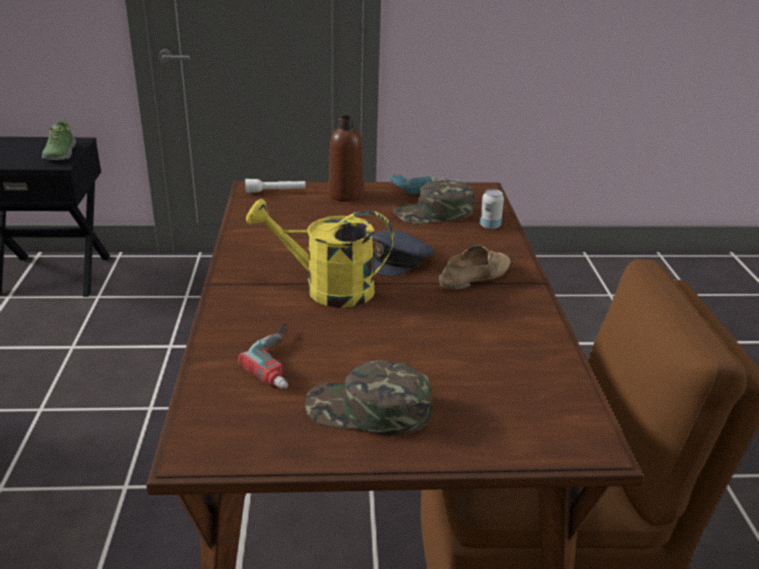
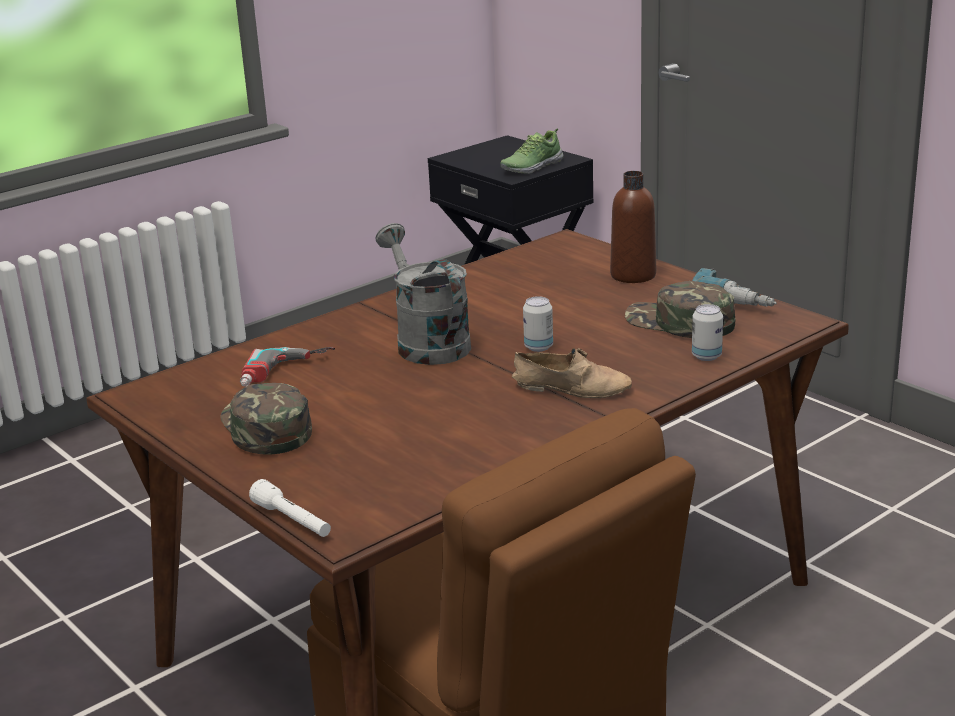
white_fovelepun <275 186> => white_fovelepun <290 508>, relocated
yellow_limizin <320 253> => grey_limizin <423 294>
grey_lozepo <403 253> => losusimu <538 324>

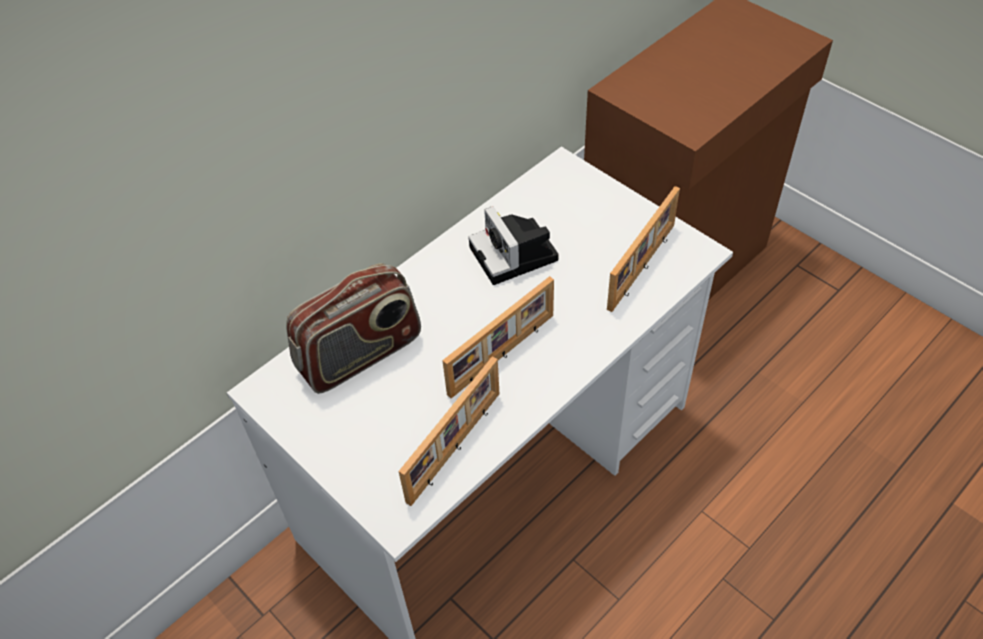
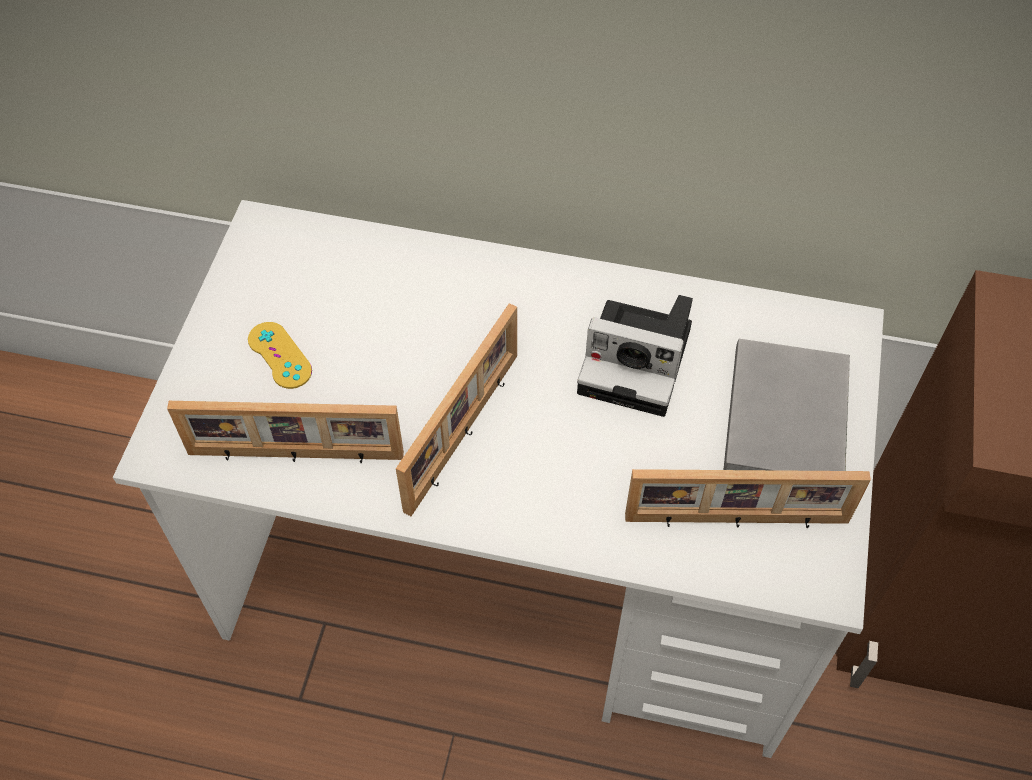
nothing => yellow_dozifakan <280 355>
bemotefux <498 337> => bemotefux <456 409>, 75 degrees counterclockwise
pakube <513 245> => pakube <635 356>, 105 degrees counterclockwise
nothing => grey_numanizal <786 405>
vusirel <353 328> => nothing

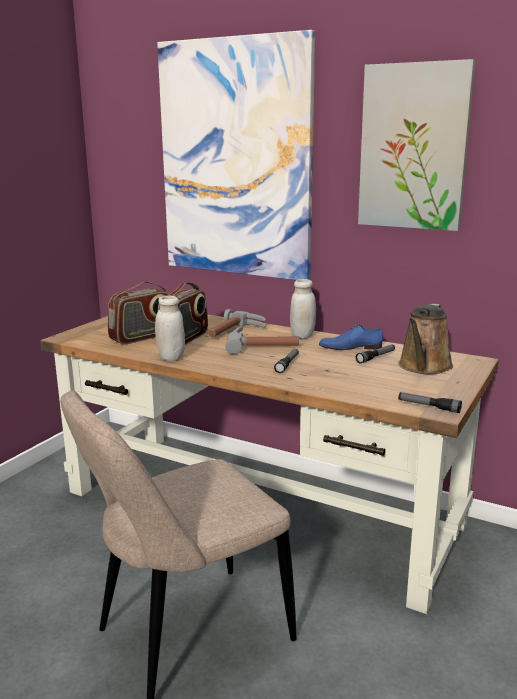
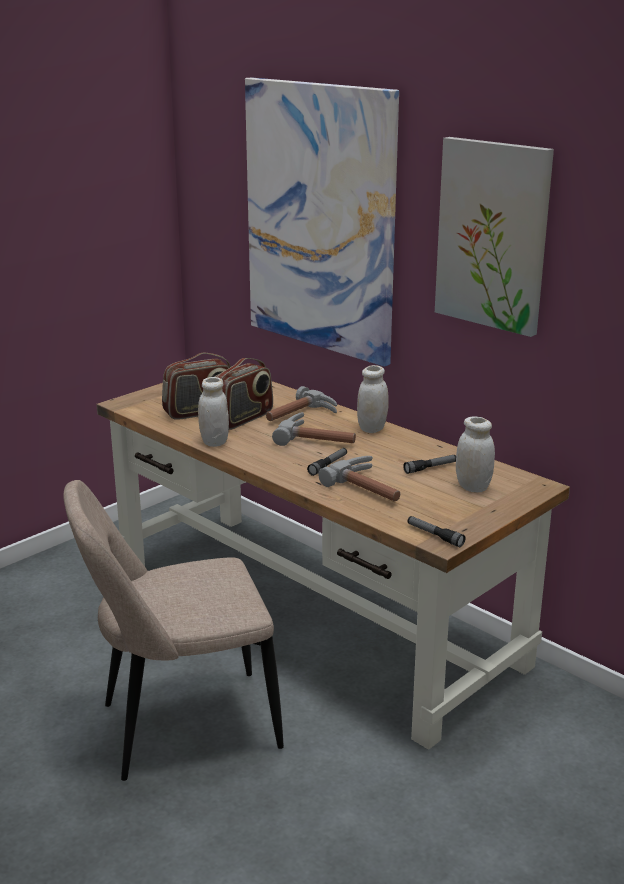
nothing => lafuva <359 479>
brown_limizin <425 339> => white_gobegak <475 454>
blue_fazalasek <351 337> => nothing

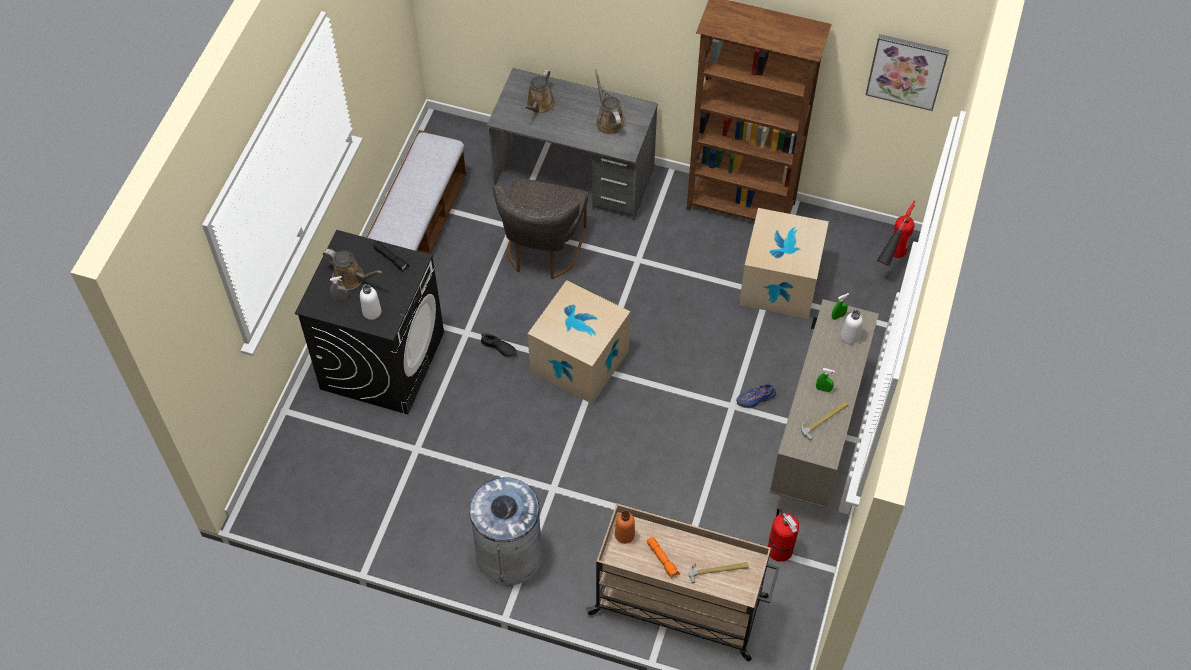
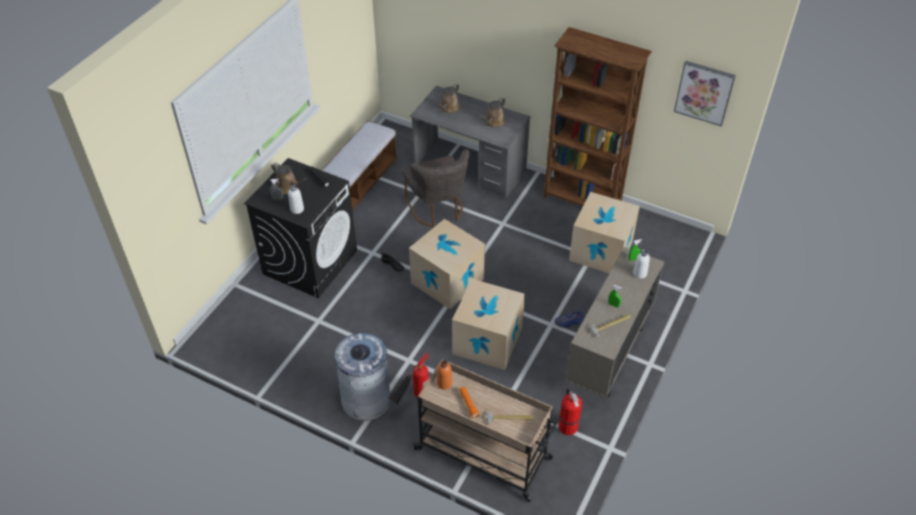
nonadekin <896 233> => nonadekin <409 378>, relocated
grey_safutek <540 228> => grey_safutek <435 188>, 45 degrees counterclockwise
nothing => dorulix <488 324>
brown_limizin <610 102> => brown_limizin <492 113>, 135 degrees counterclockwise

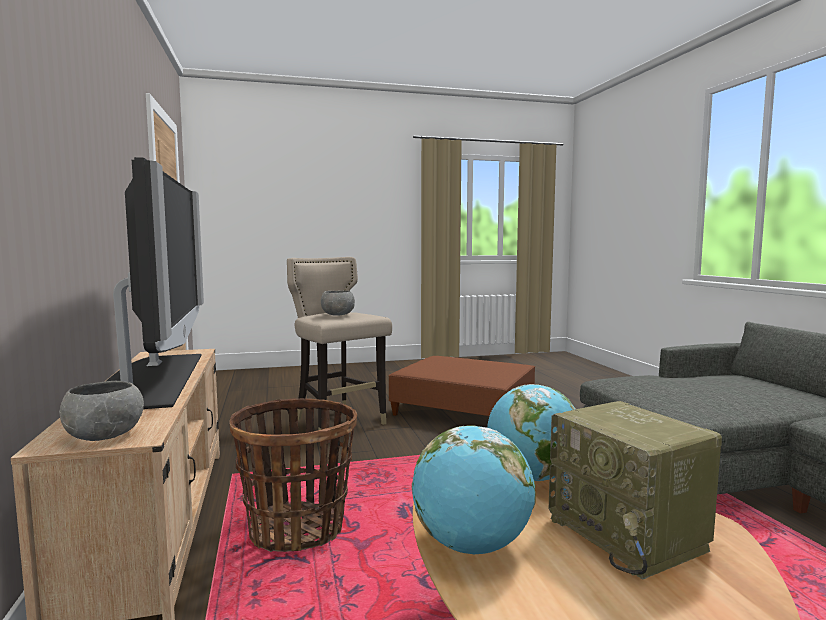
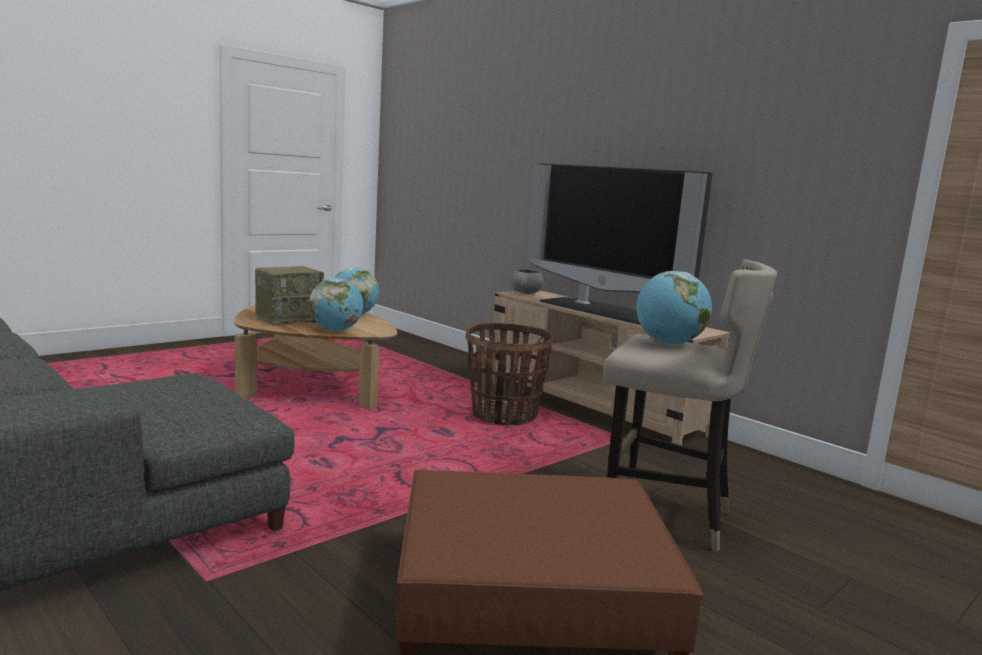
vusirel <635 490> => vusirel <289 296>, 105 degrees clockwise
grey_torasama <338 302> => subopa <674 308>

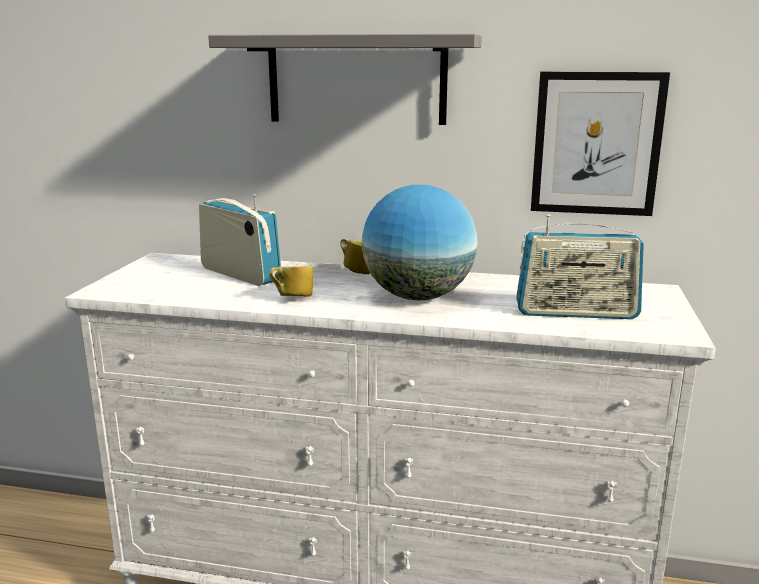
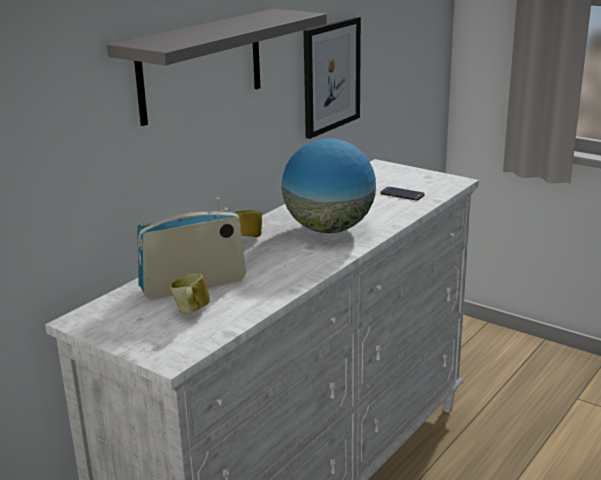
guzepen <291 281> => guzepen <190 293>, relocated
vusirel <580 267> => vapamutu <402 193>

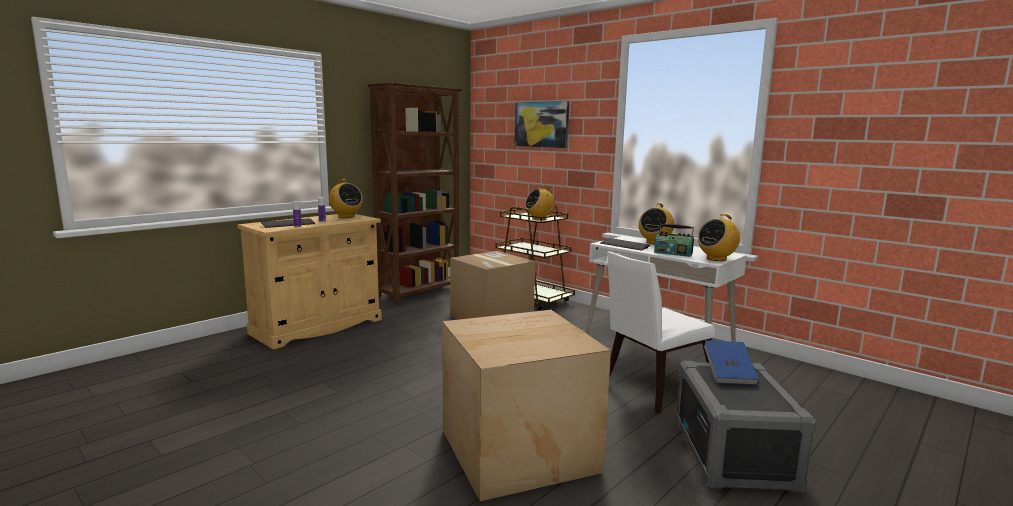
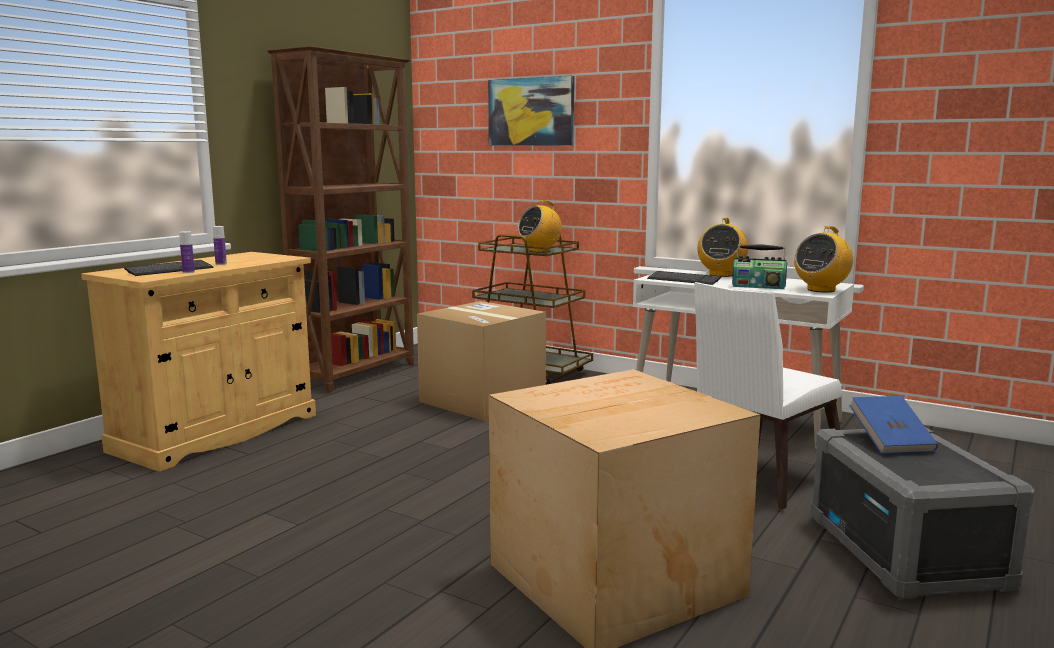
vusirel <346 198> => nothing

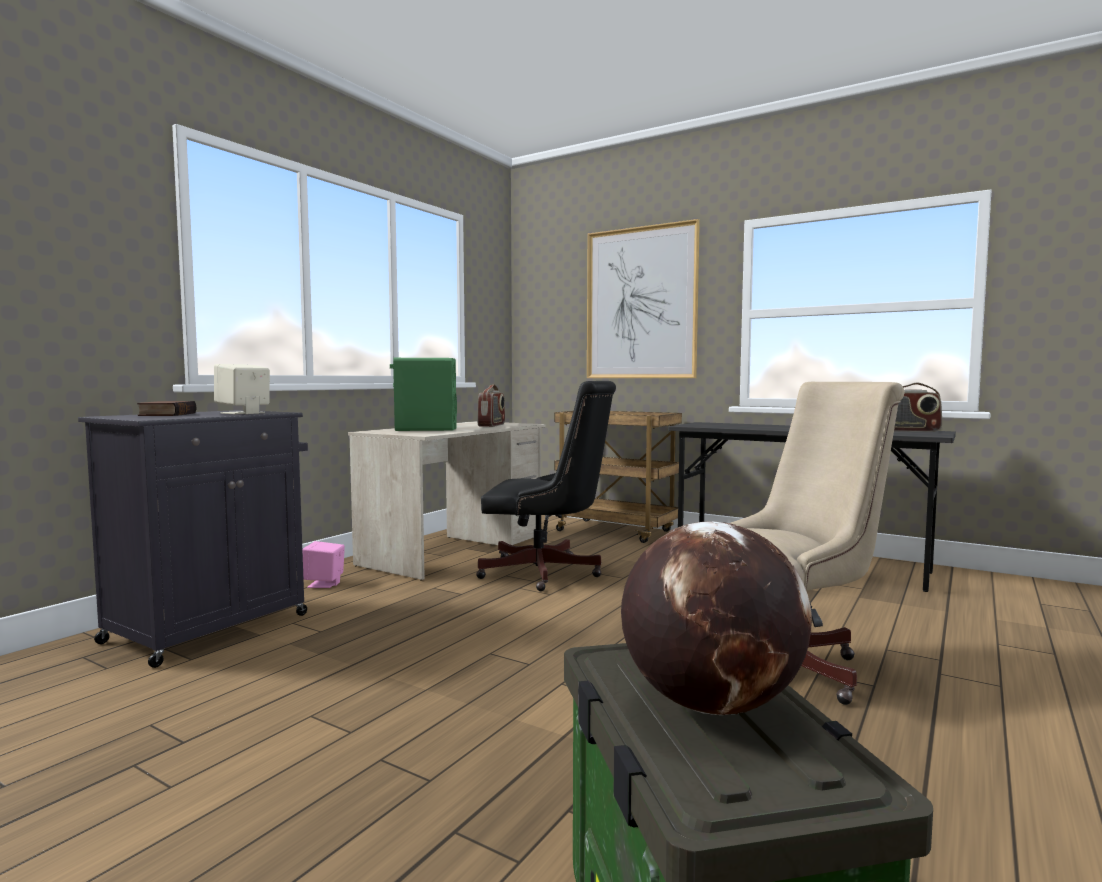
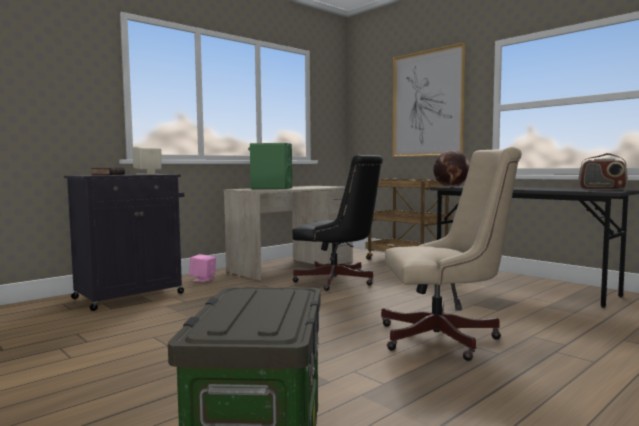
subopa <716 618> => subopa <451 168>, relocated
vusirel <491 405> => nothing

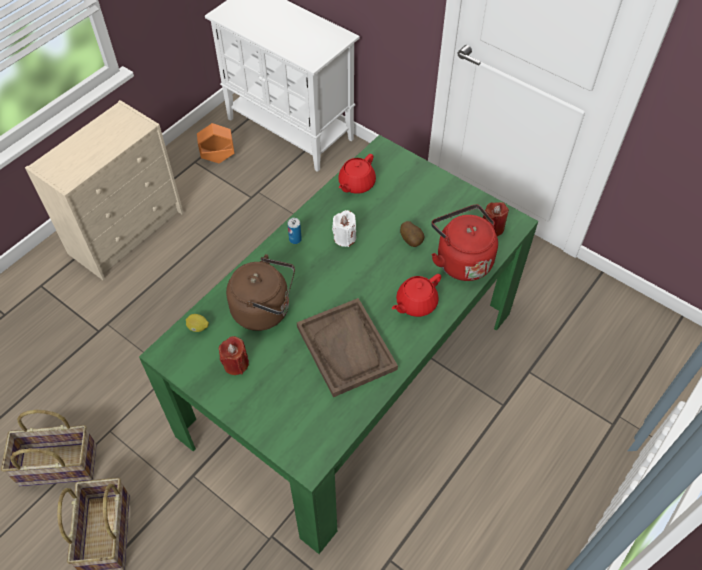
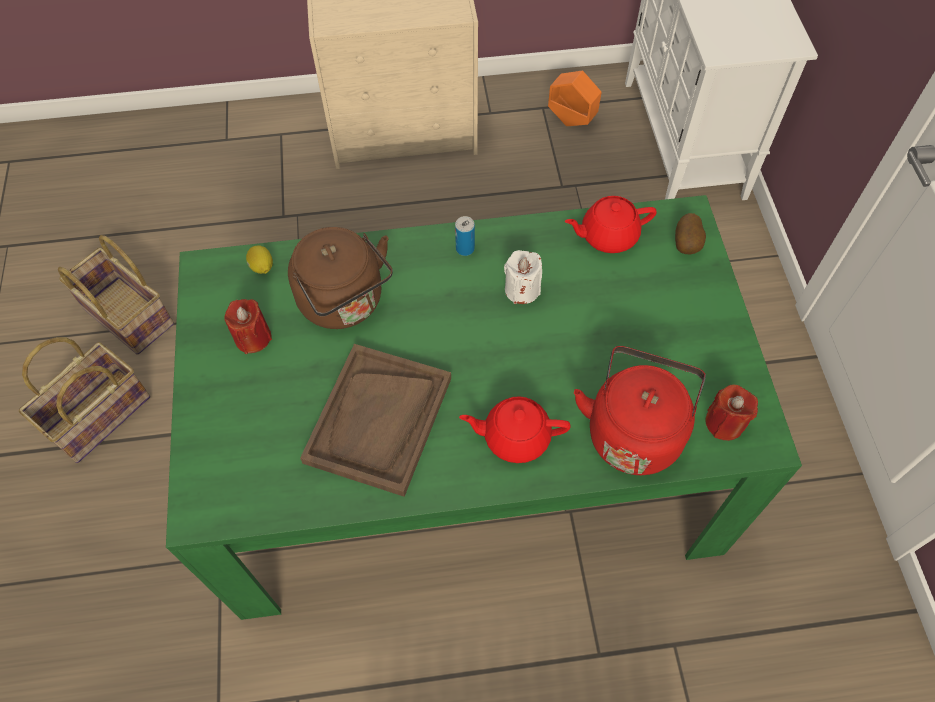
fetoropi <412 234> => fetoropi <690 234>, relocated

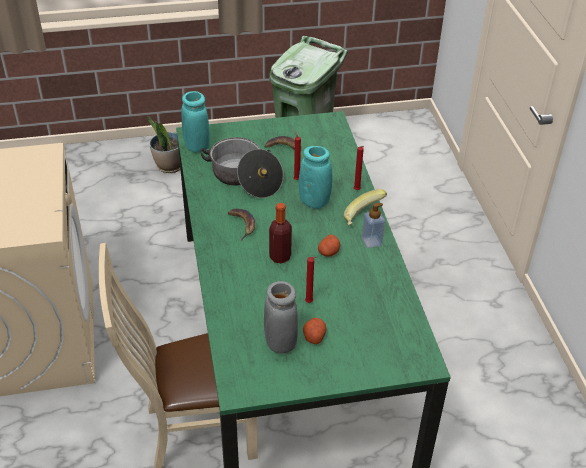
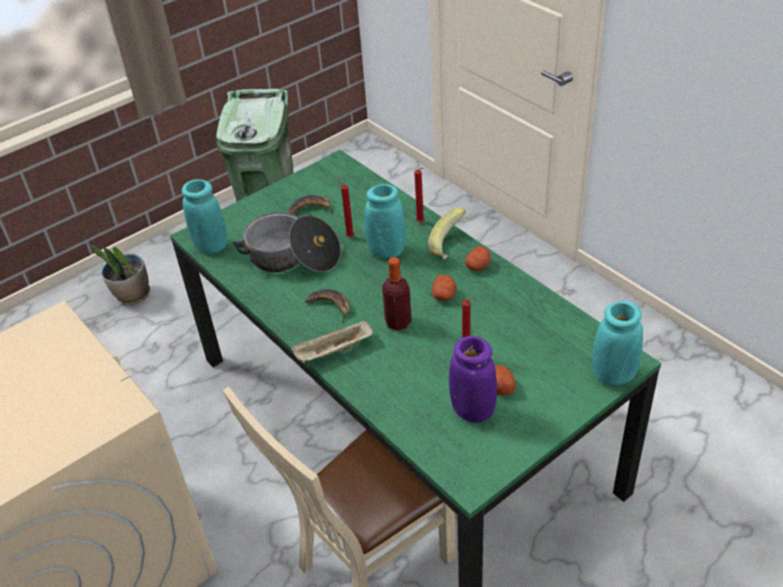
nothing => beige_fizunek <332 341>
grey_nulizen <281 317> => purple_nulizen <473 379>
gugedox <373 225> => fetoropi <478 258>
nothing => turquoise_nulizen <617 343>

